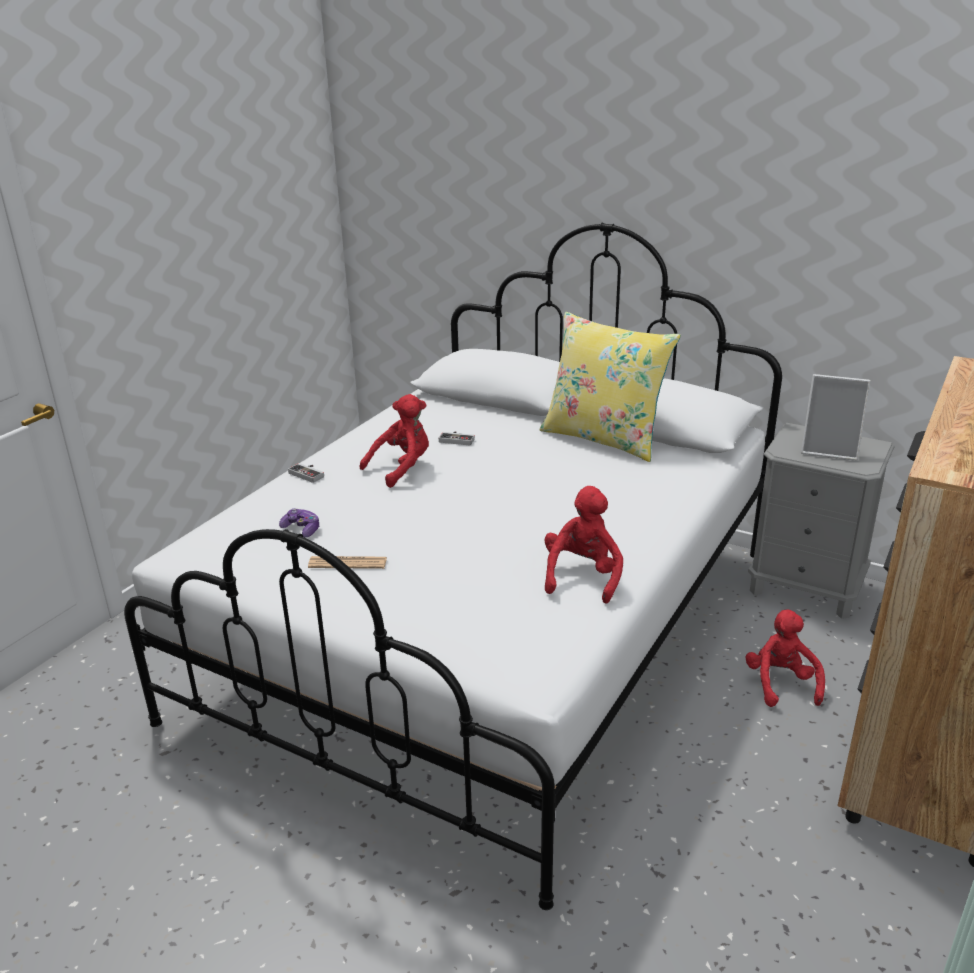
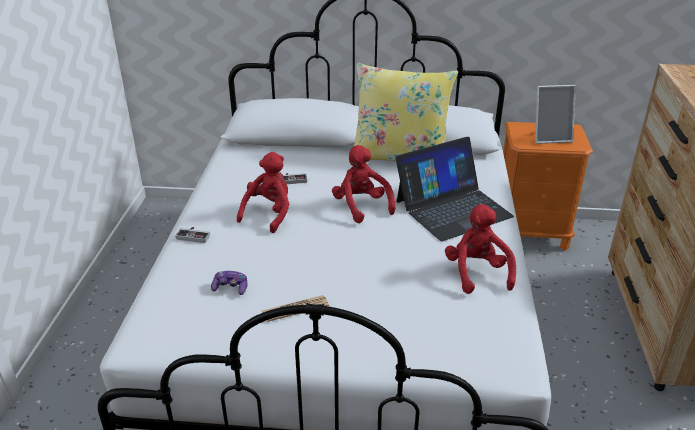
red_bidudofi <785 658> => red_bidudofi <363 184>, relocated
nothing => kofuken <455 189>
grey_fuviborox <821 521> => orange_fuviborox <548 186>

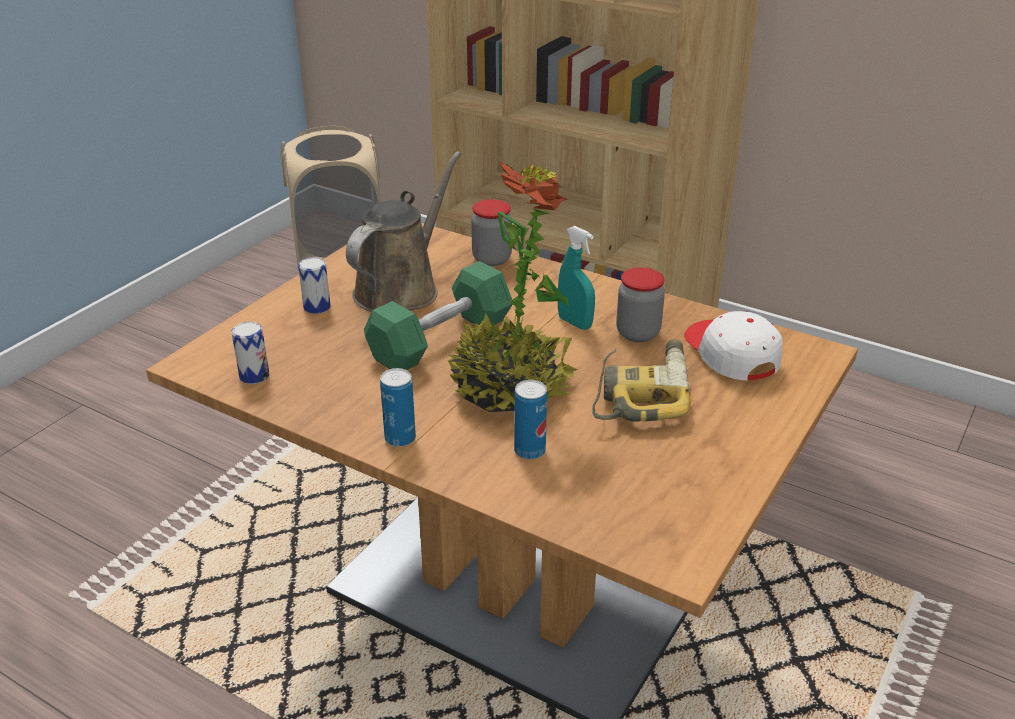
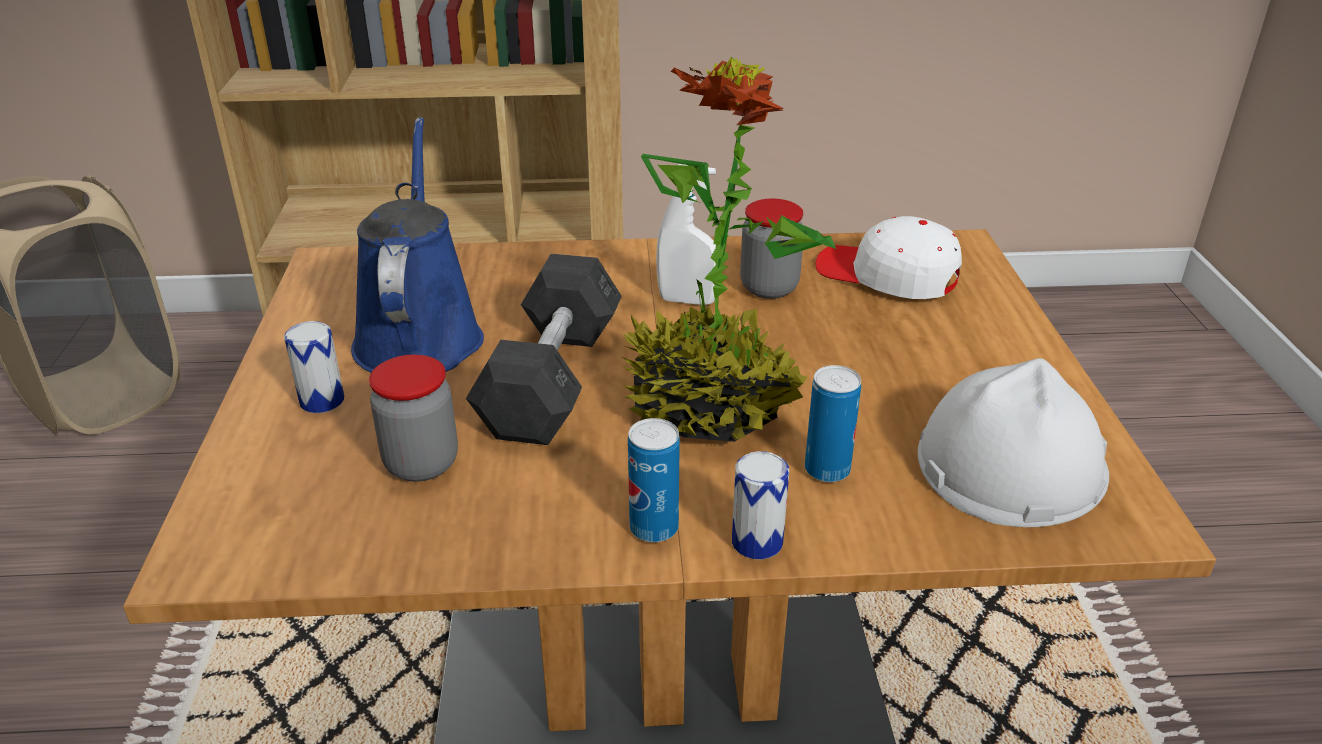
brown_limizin <403 231> => blue_limizin <417 244>
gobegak <491 232> => gobegak <413 418>, relocated
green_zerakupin <438 315> => grey_zerakupin <544 349>
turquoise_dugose <576 278> => white_dugose <686 234>
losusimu <250 353> => losusimu <760 505>, relocated
nothing => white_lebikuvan <1013 442>
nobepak <641 380> => nothing

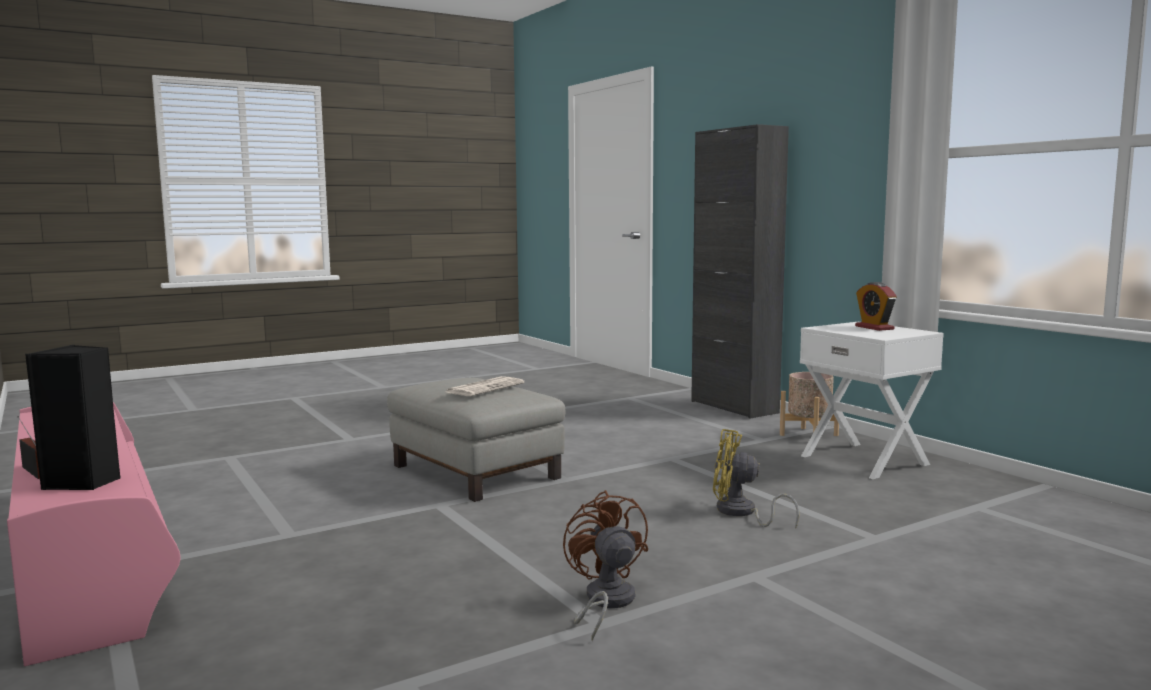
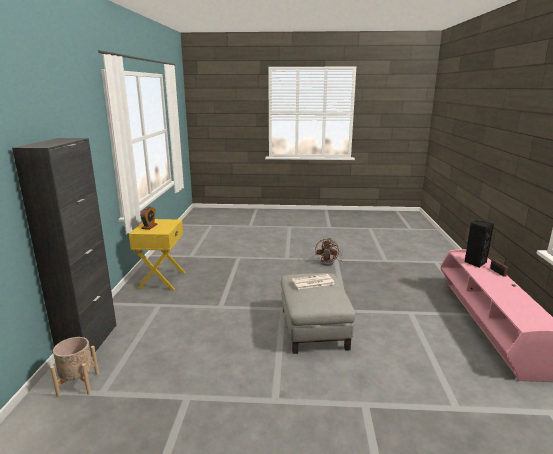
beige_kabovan <809 404> => beige_kabovan <74 367>, relocated
white_fuviborox <872 400> => yellow_fuviborox <157 254>
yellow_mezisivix <756 479> => nothing

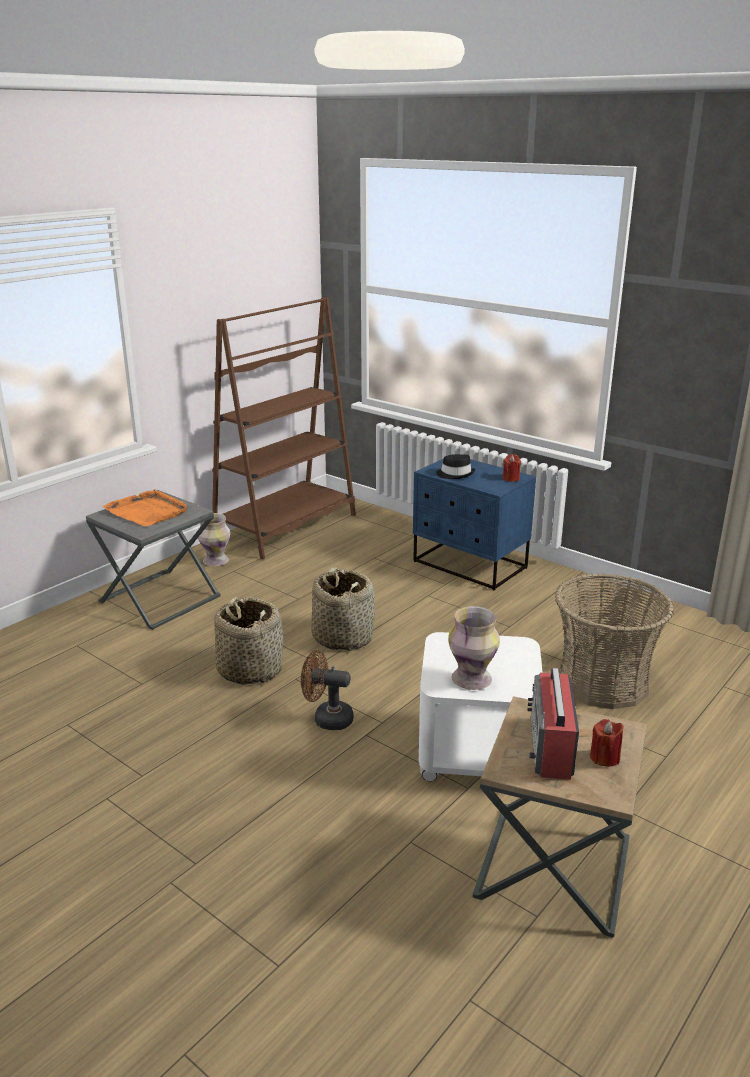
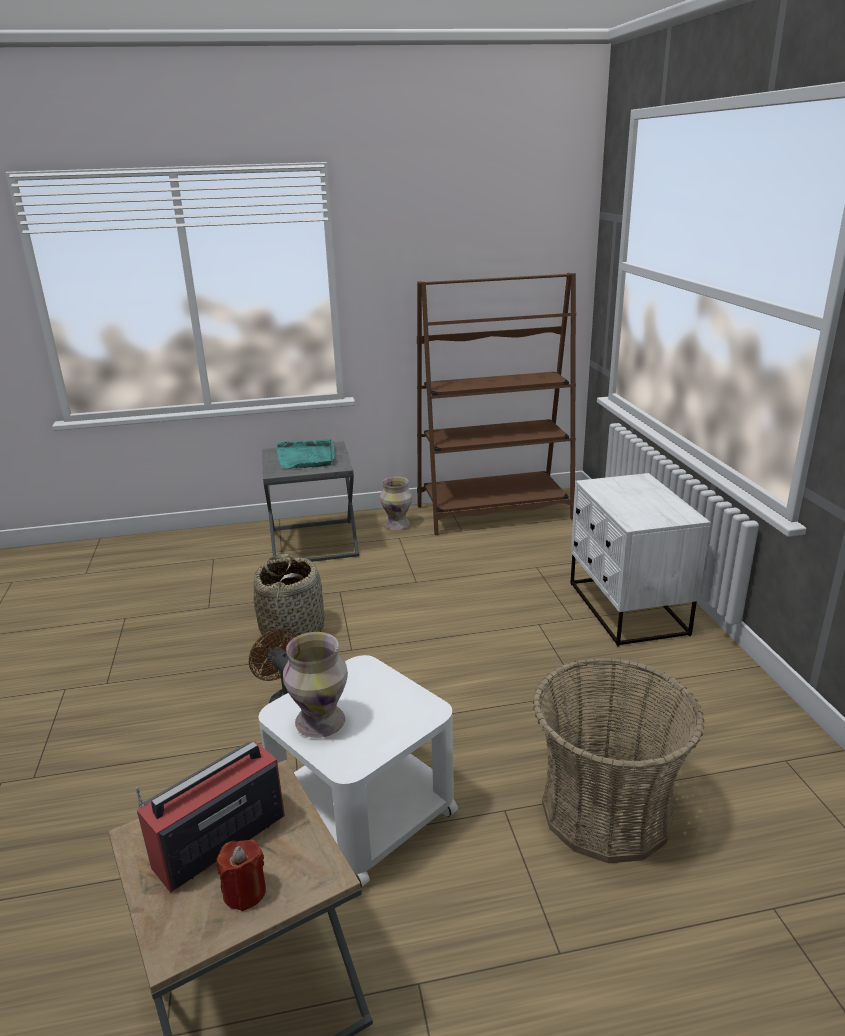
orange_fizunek <145 507> => turquoise_fizunek <305 454>
blue_fuviborox <474 524> => white_fuviborox <641 560>
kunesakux <343 609> => nothing
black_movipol <455 466> => nothing
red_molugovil <512 468> => nothing

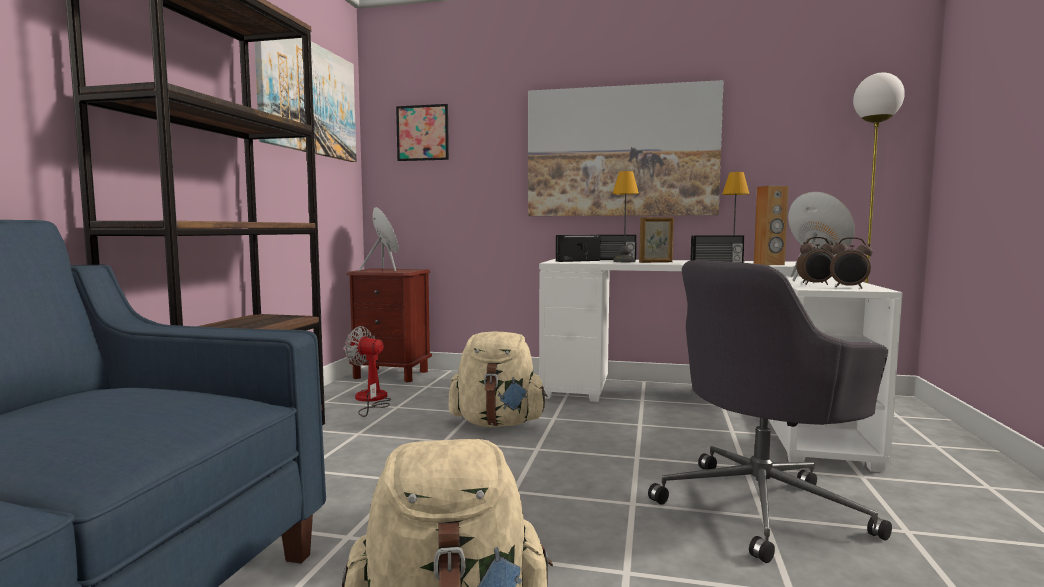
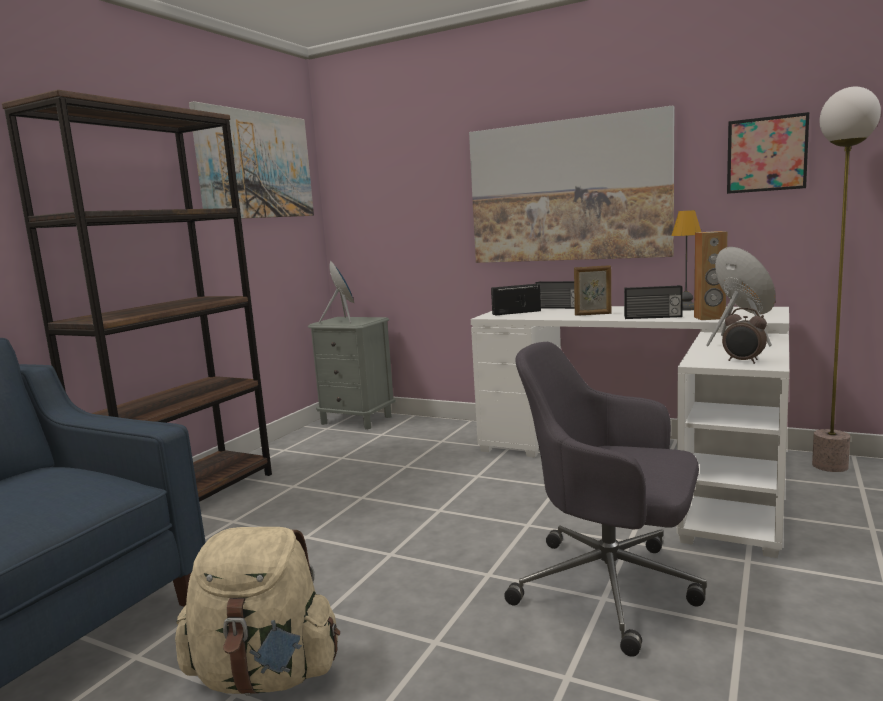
brown_fuviborox <389 325> => grey_fuviborox <352 373>
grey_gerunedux <770 411> => grey_gerunedux <605 499>, 45 degrees clockwise
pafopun <422 132> => pafopun <768 153>, relocated
mezisivix <368 371> => nothing
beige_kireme <498 379> => nothing
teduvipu <626 216> => nothing
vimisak <815 261> => nothing

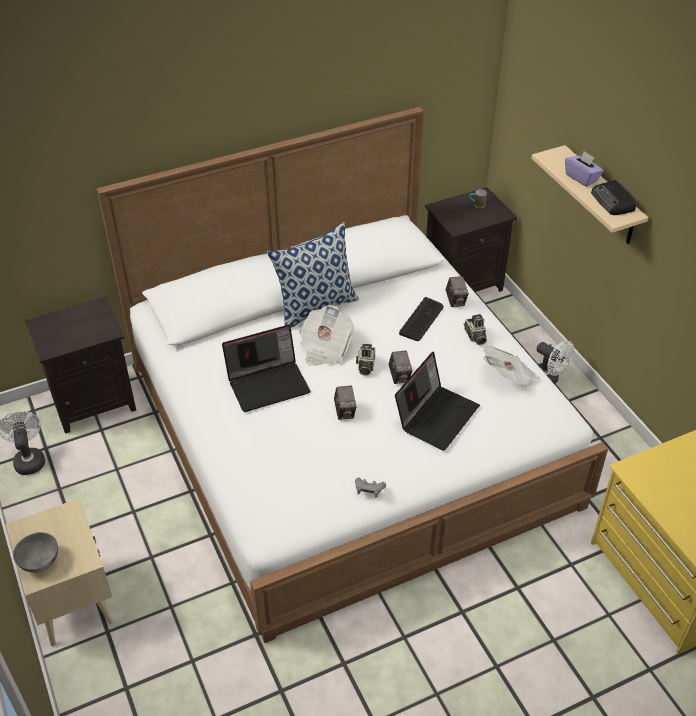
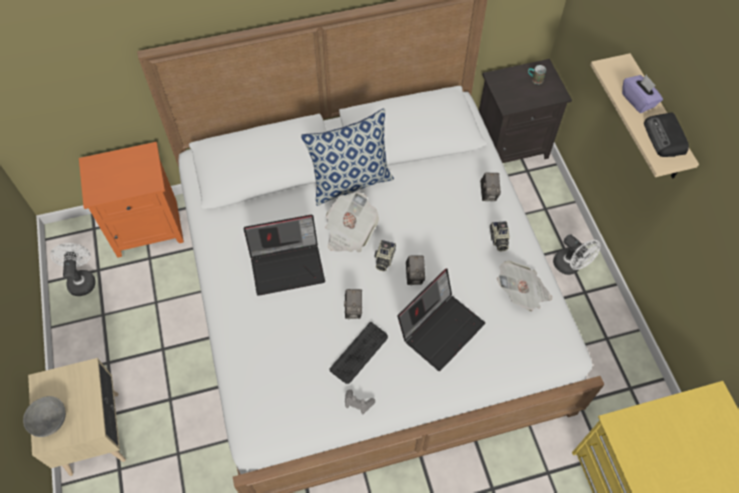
black_fuviborox <80 365> => orange_fuviborox <131 200>
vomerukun <421 319> => vomerukun <359 353>, relocated

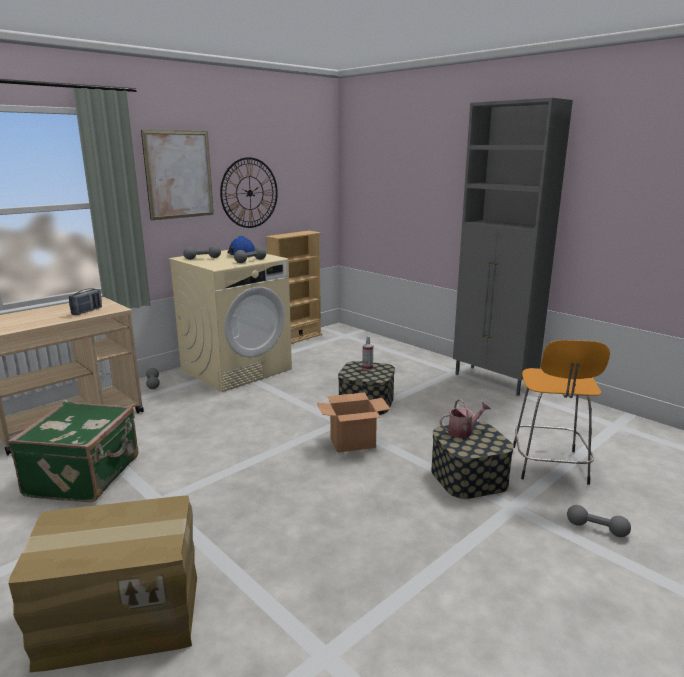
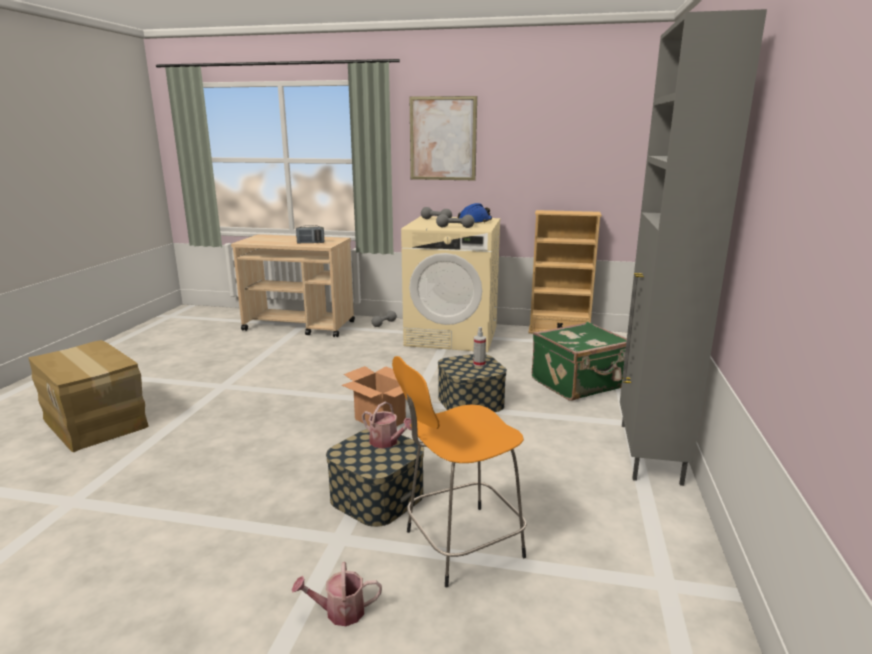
grey_zerakupin <599 521> => limizin <337 594>
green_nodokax <73 451> => green_nodokax <579 361>, relocated
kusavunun <249 192> => nothing

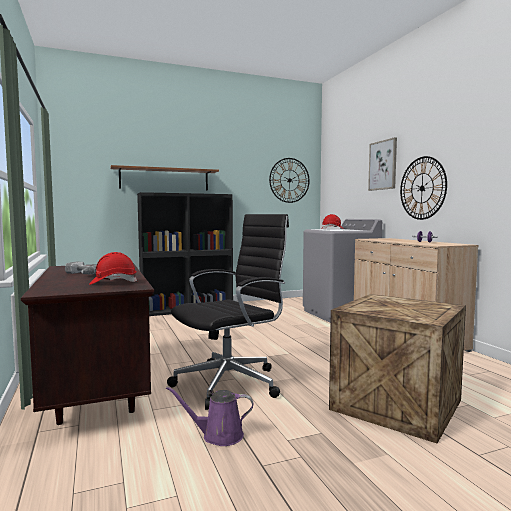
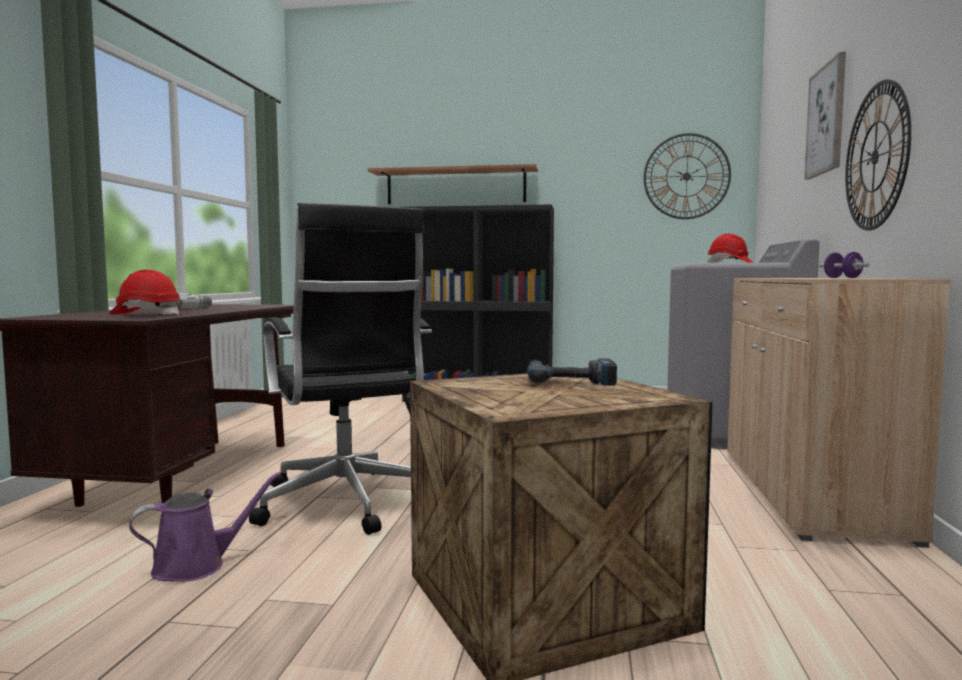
purple_limizin <209 416> => purple_limizin <205 527>, 120 degrees clockwise
black_gerunedux <228 312> => black_gerunedux <340 369>, 75 degrees clockwise
nothing => nobepak <572 372>

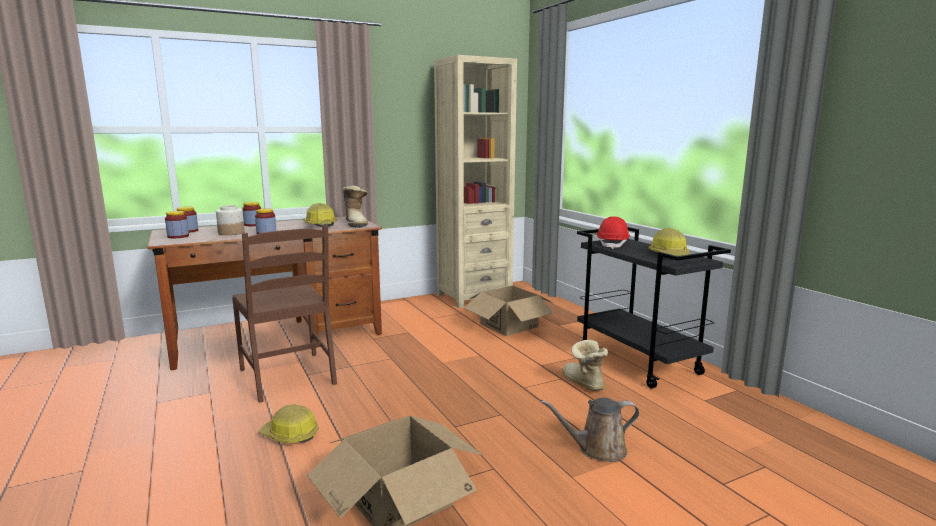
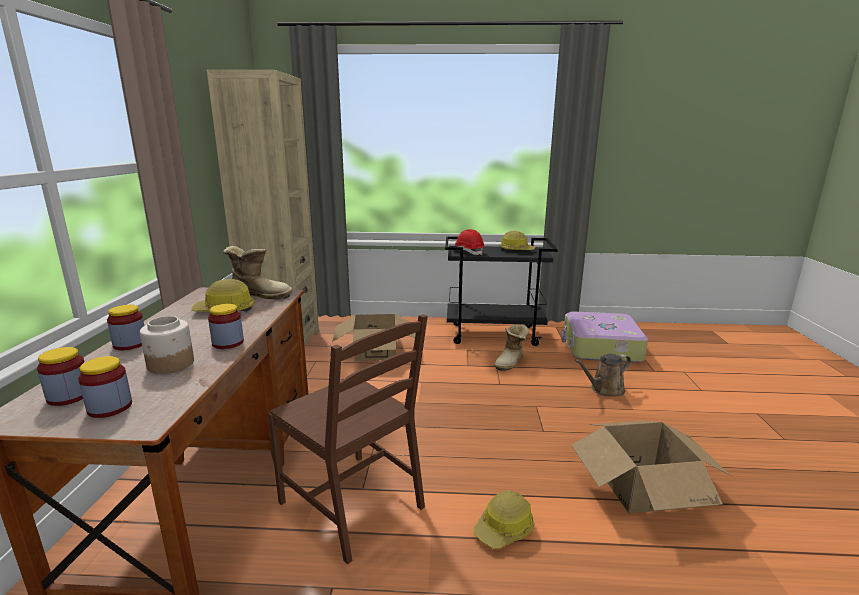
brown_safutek <284 314> => brown_safutek <348 439>, 45 degrees clockwise
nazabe <585 365> => nazabe <511 347>, 60 degrees counterclockwise
nothing => nodokax <604 337>
brown_limizin <590 430> => brown_limizin <603 375>, 45 degrees clockwise

